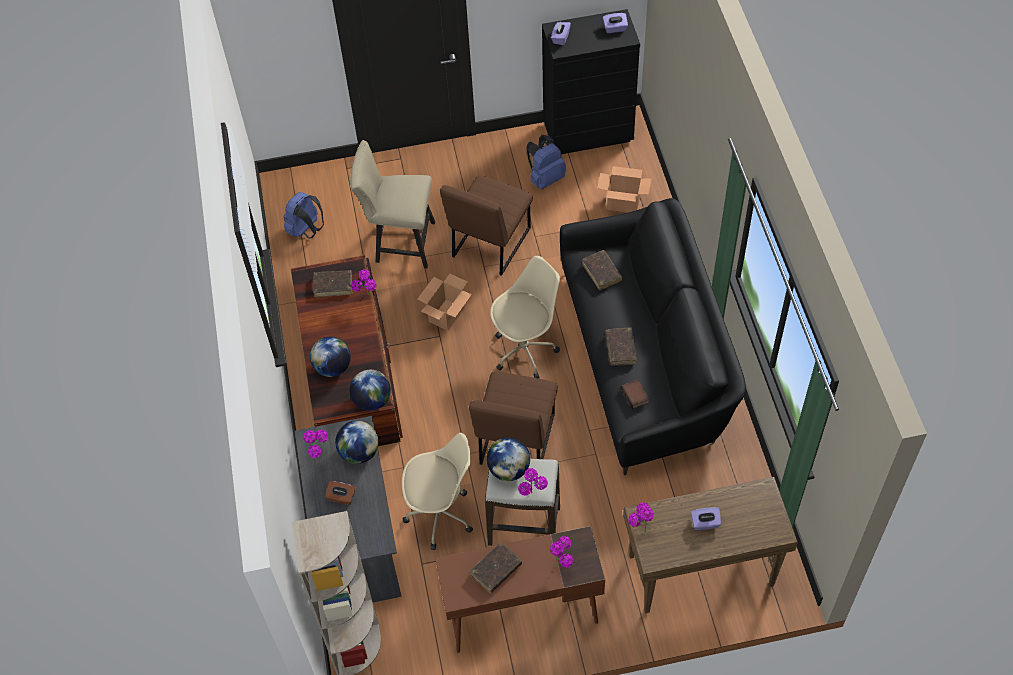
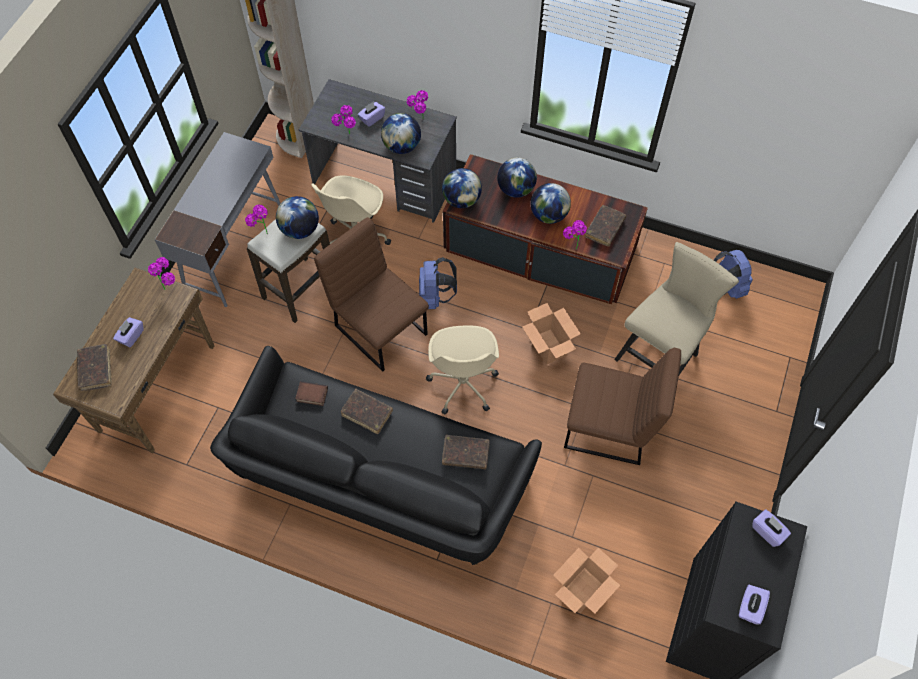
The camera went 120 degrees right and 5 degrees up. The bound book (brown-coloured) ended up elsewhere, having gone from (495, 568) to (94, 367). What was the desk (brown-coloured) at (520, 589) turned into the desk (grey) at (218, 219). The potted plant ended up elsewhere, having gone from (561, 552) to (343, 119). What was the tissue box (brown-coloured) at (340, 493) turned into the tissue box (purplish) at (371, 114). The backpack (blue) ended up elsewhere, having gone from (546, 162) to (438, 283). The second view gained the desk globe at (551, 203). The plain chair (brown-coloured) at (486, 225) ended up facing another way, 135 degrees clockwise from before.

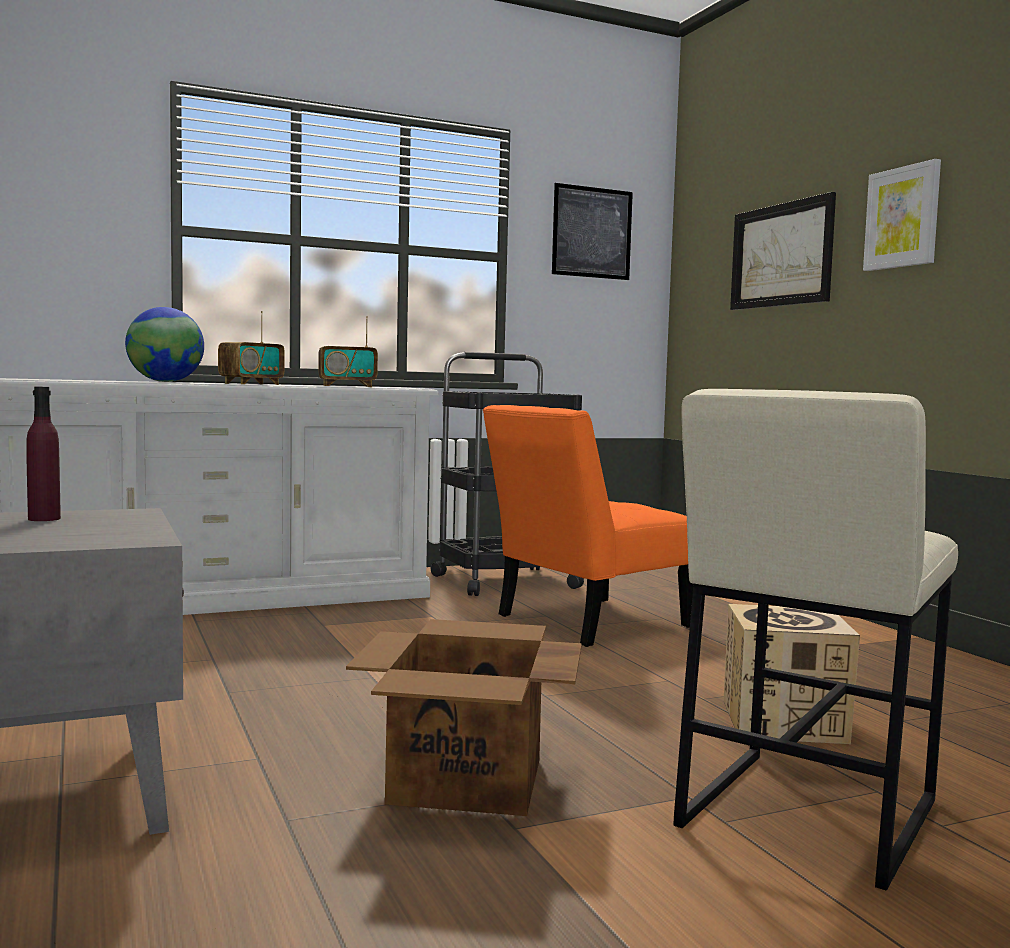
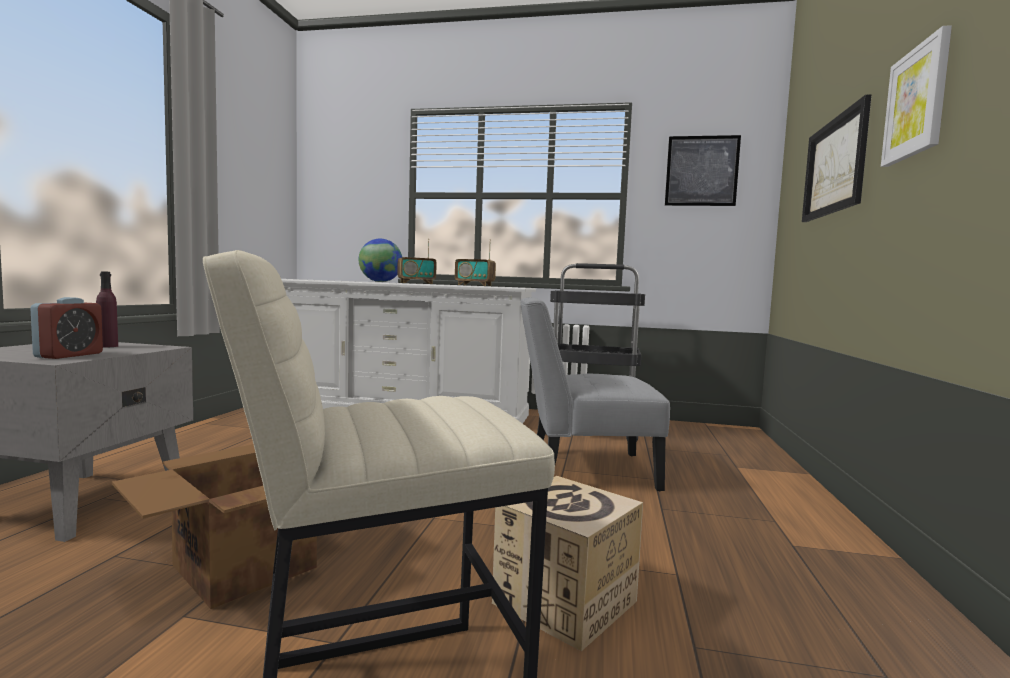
The camera went 35 degrees right and 0 degrees up. The second view gained the bedside clock at (66, 328). What was the plain chair (orange-coloured) at (588, 526) turned into the plain chair (grey) at (595, 394).

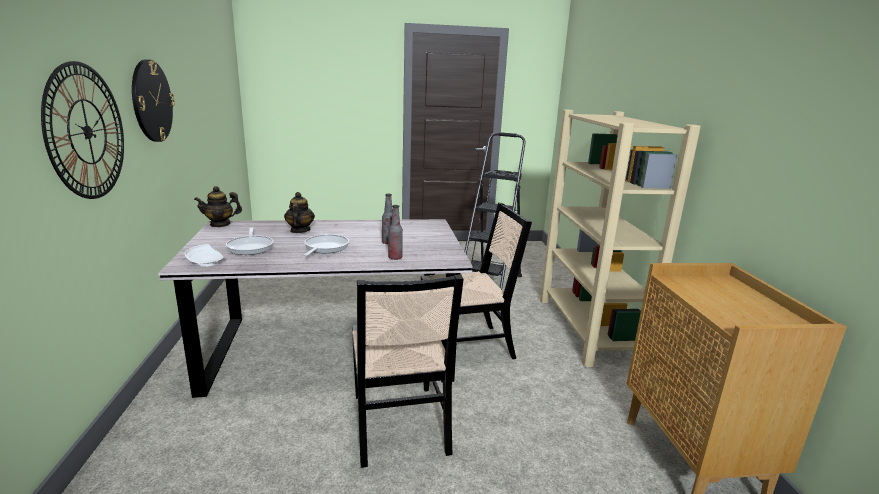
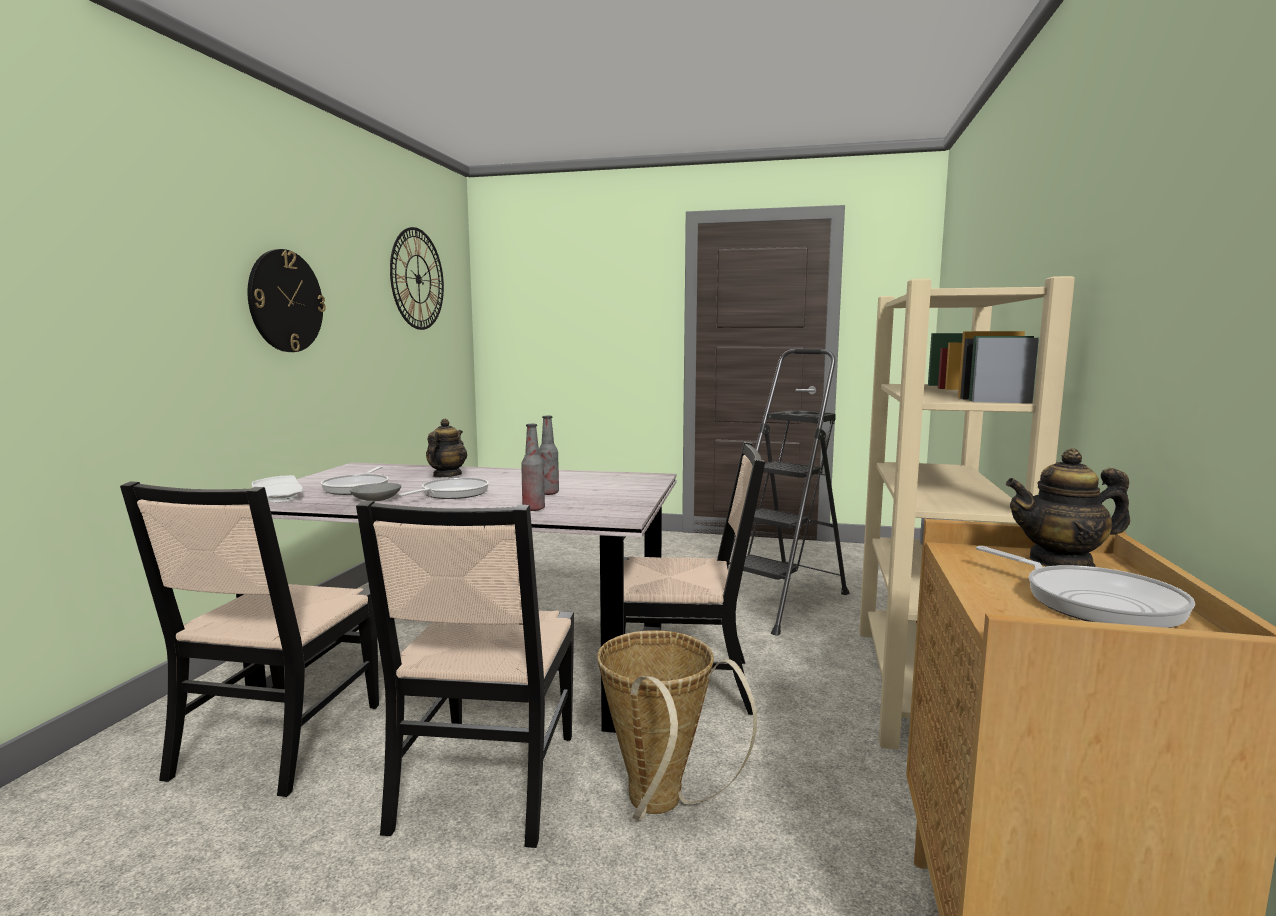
The camera went 20 degrees right and 10 degrees down. The second view gained the plain chair at (249, 639). The second view gained the bowl (grey) at (375, 492). The hanging clock ended up elsewhere, having gone from (82, 130) to (417, 278). The second view gained the household basket at (677, 725). The second view gained the pan at (1085, 587). The pot for tea ended up elsewhere, having gone from (218, 206) to (1068, 507).

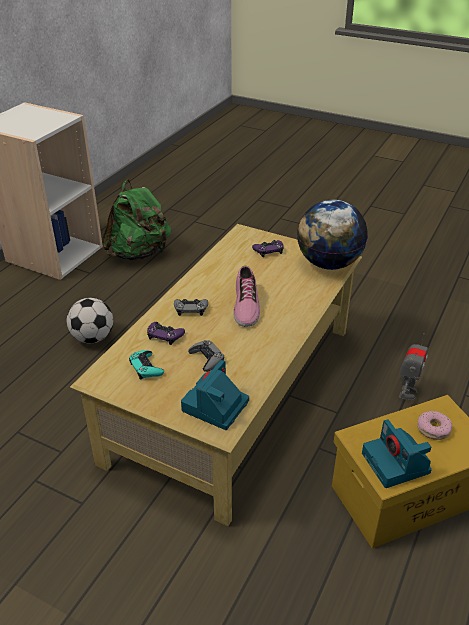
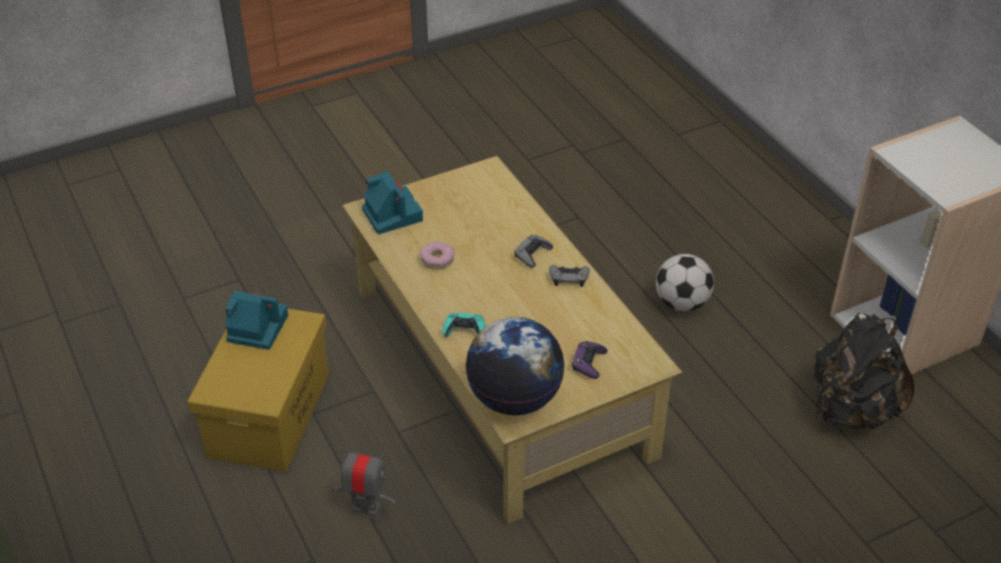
The camera went 125 degrees right and 5 degrees up. The robot figure at (413, 366) ended up facing another way, 135 degrees clockwise from before. The doughnut ended up elsewhere, having gone from (434, 425) to (437, 255). The game controller (turquoise) ended up elsewhere, having gone from (146, 365) to (464, 325). The game controller (grey) ended up elsewhere, having gone from (206, 356) to (569, 276). What was the backpack (greenish) at (136, 220) turned into the backpack (blackish) at (864, 371). The second view lost the game controller (purplish) at (166, 333). The second view lost the item of footwear at (246, 296).

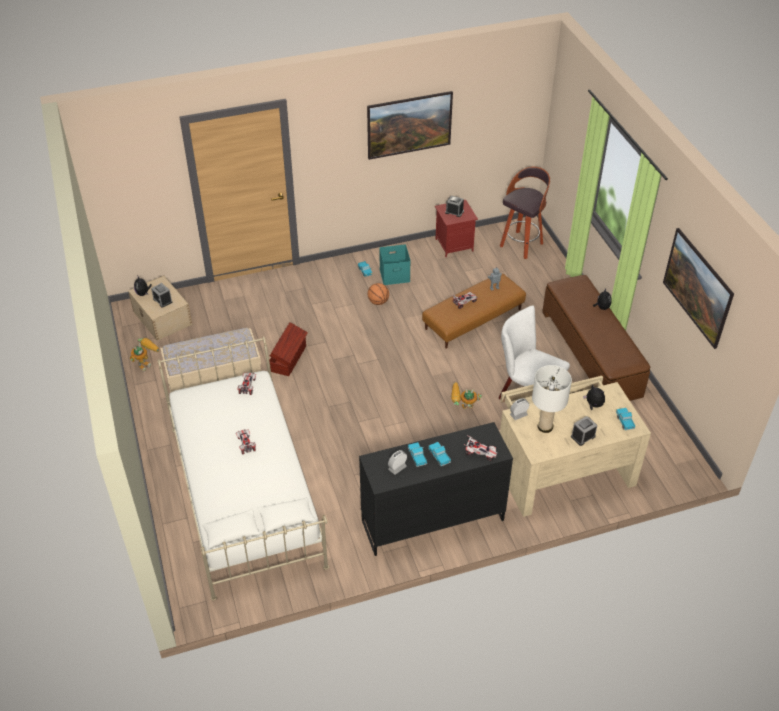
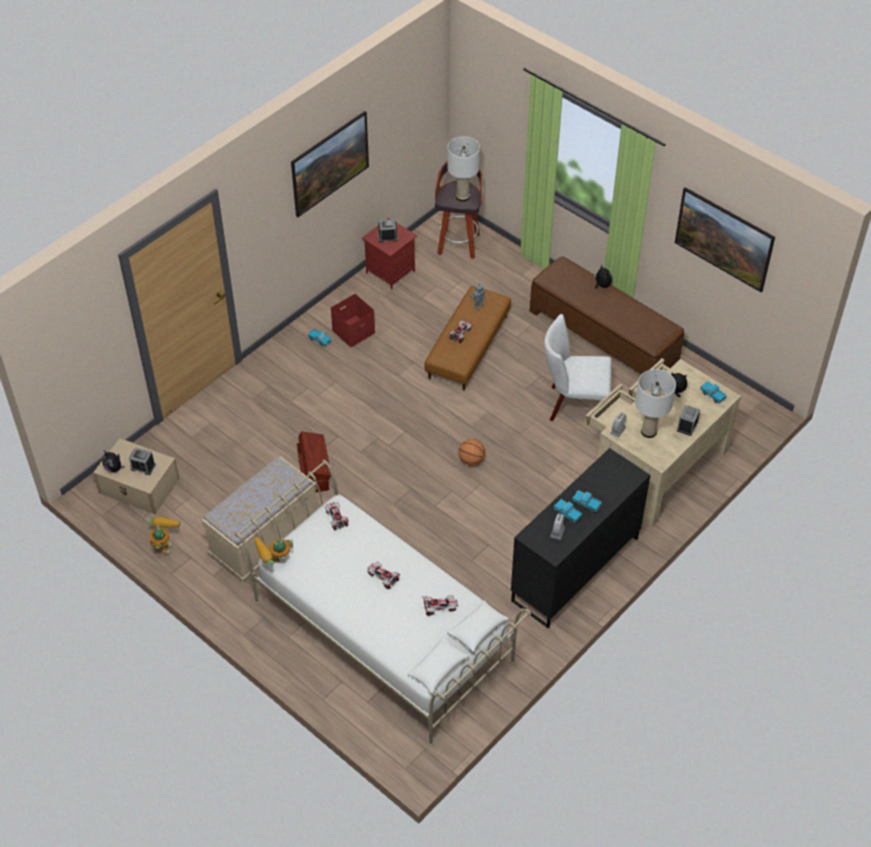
The camera went 30 degrees left and 5 degrees up. The robot figure ended up elsewhere, having gone from (466, 395) to (273, 551). What was the storage bin (turquoise) at (395, 264) turned into the storage bin (red) at (353, 320). The miniature car ended up elsewhere, having gone from (481, 448) to (439, 605). The second view gained the table lamp (whitish) at (463, 169). The basketball ball ended up elsewhere, having gone from (378, 294) to (471, 452).

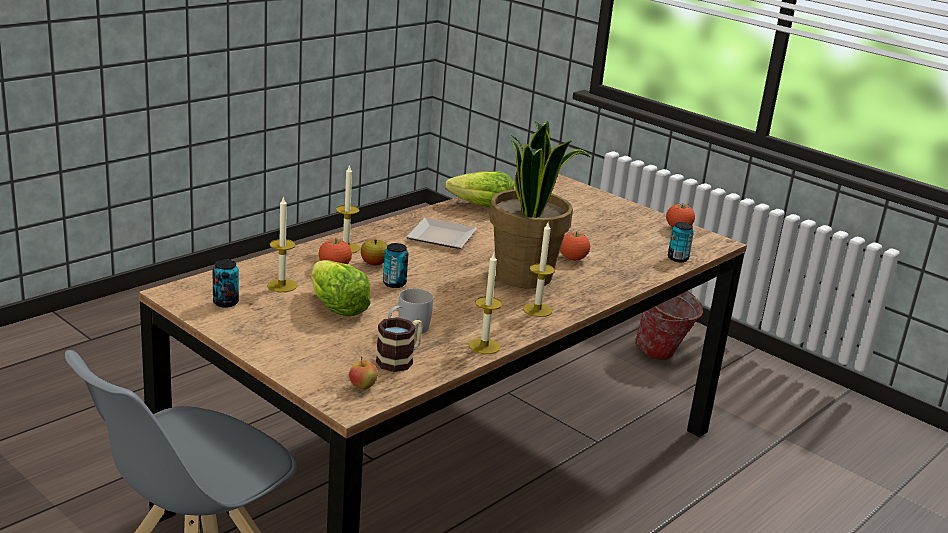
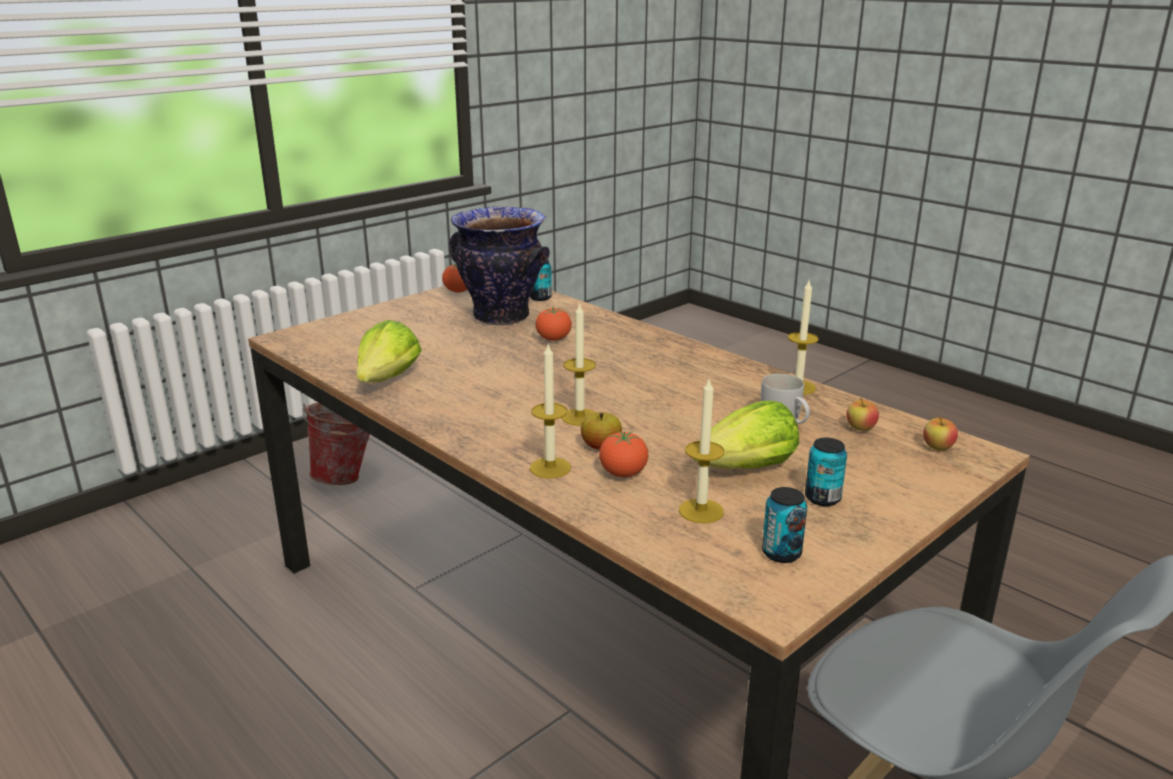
The camera went 85 degrees left and 0 degrees up. The second view gained the flower vase at (499, 265). The wax candle ended up elsewhere, having gone from (539, 270) to (578, 364). The metal can ended up elsewhere, having gone from (396, 265) to (826, 472). Where the mug stood at (399, 344), the whole apple came to stand at (862, 414). The second view lost the dinner plate at (442, 233). The second view lost the potted plant at (540, 204).

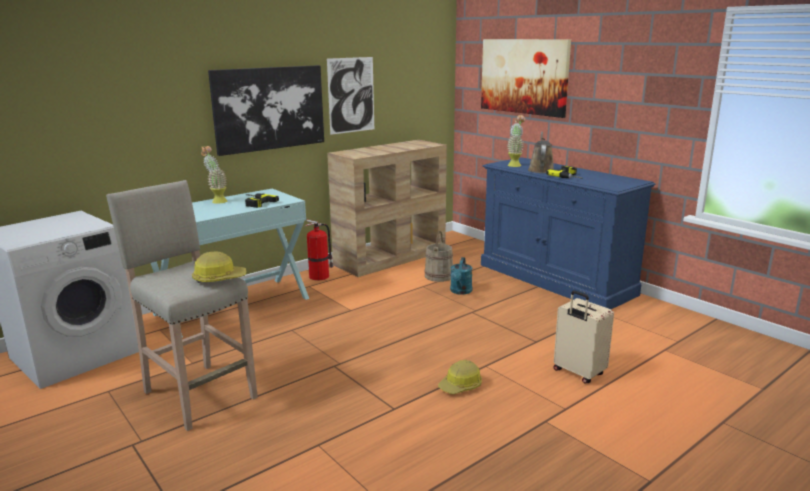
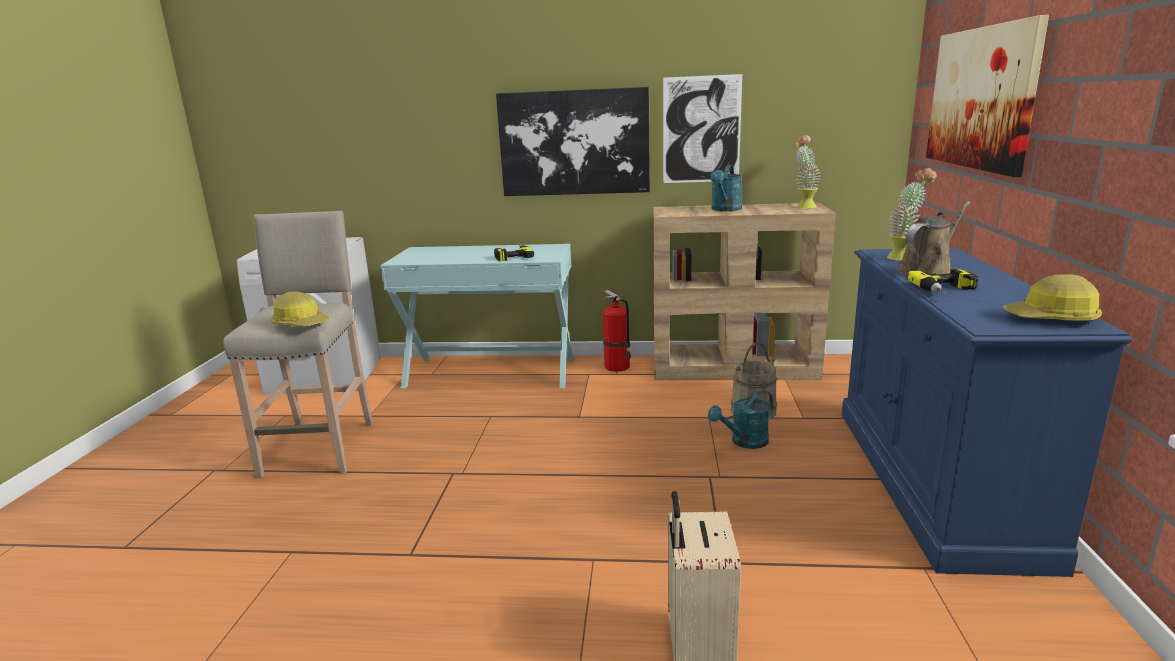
The camera went 45 degrees right and 0 degrees up. The second view gained the watering can (turquoise) at (726, 188). The potted plant ended up elsewhere, having gone from (214, 175) to (808, 171). The hard hat ended up elsewhere, having gone from (460, 377) to (1052, 298).

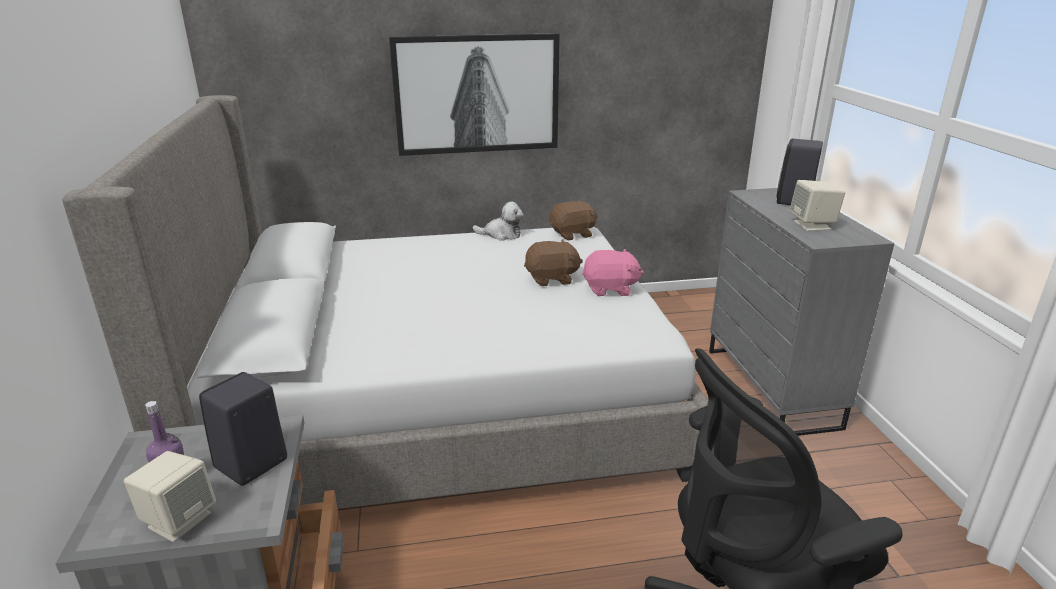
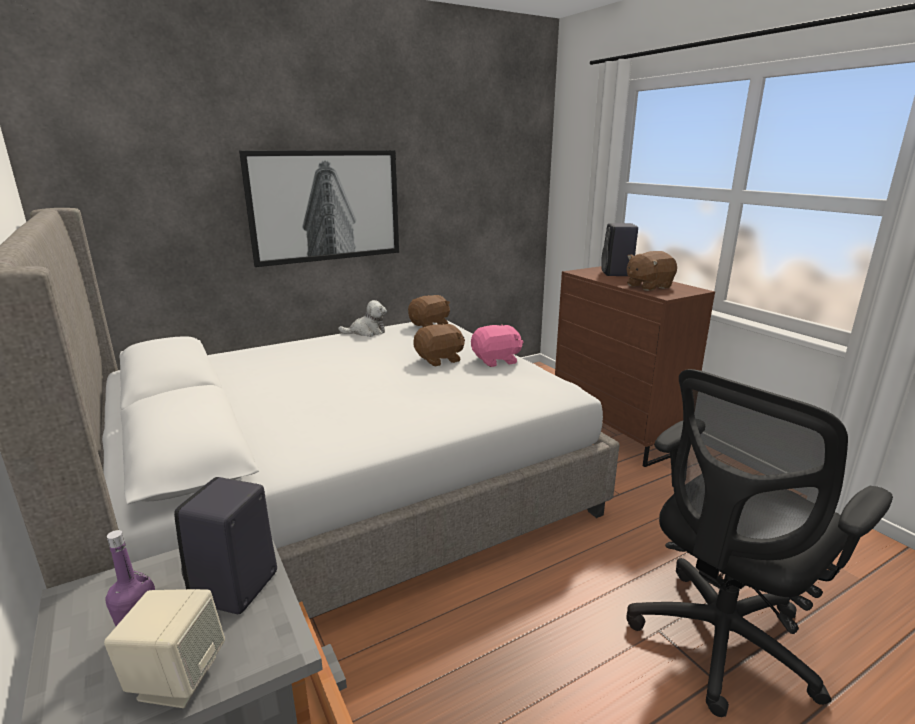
The camera went 20 degrees left and 5 degrees down. What was the dresser (grey) at (802, 312) turned into the dresser (brown-coloured) at (635, 366). Where the audio speaker (sand-coloured) stood at (817, 205), the plush toy (brown-coloured) came to stand at (652, 271).

